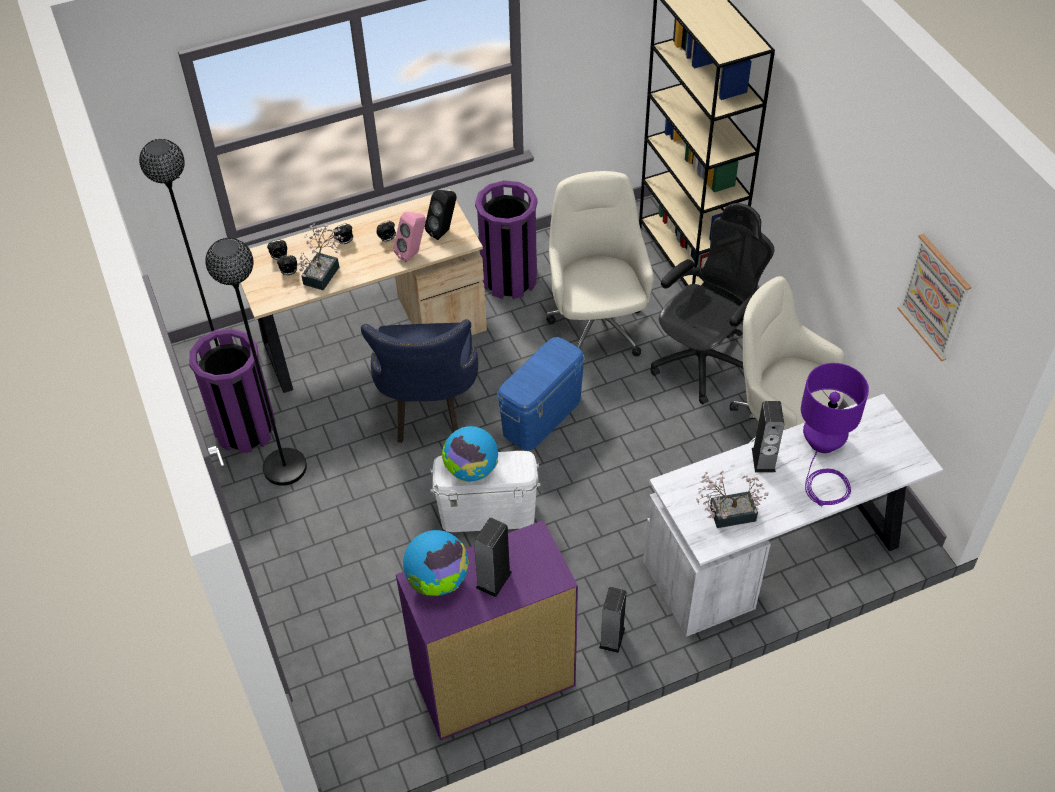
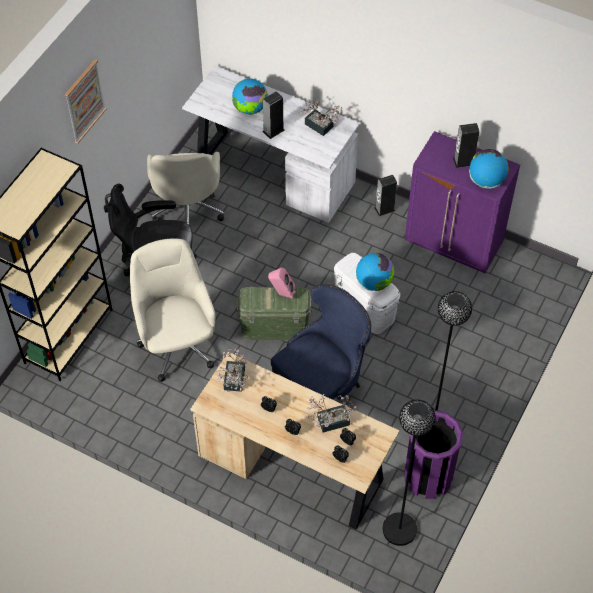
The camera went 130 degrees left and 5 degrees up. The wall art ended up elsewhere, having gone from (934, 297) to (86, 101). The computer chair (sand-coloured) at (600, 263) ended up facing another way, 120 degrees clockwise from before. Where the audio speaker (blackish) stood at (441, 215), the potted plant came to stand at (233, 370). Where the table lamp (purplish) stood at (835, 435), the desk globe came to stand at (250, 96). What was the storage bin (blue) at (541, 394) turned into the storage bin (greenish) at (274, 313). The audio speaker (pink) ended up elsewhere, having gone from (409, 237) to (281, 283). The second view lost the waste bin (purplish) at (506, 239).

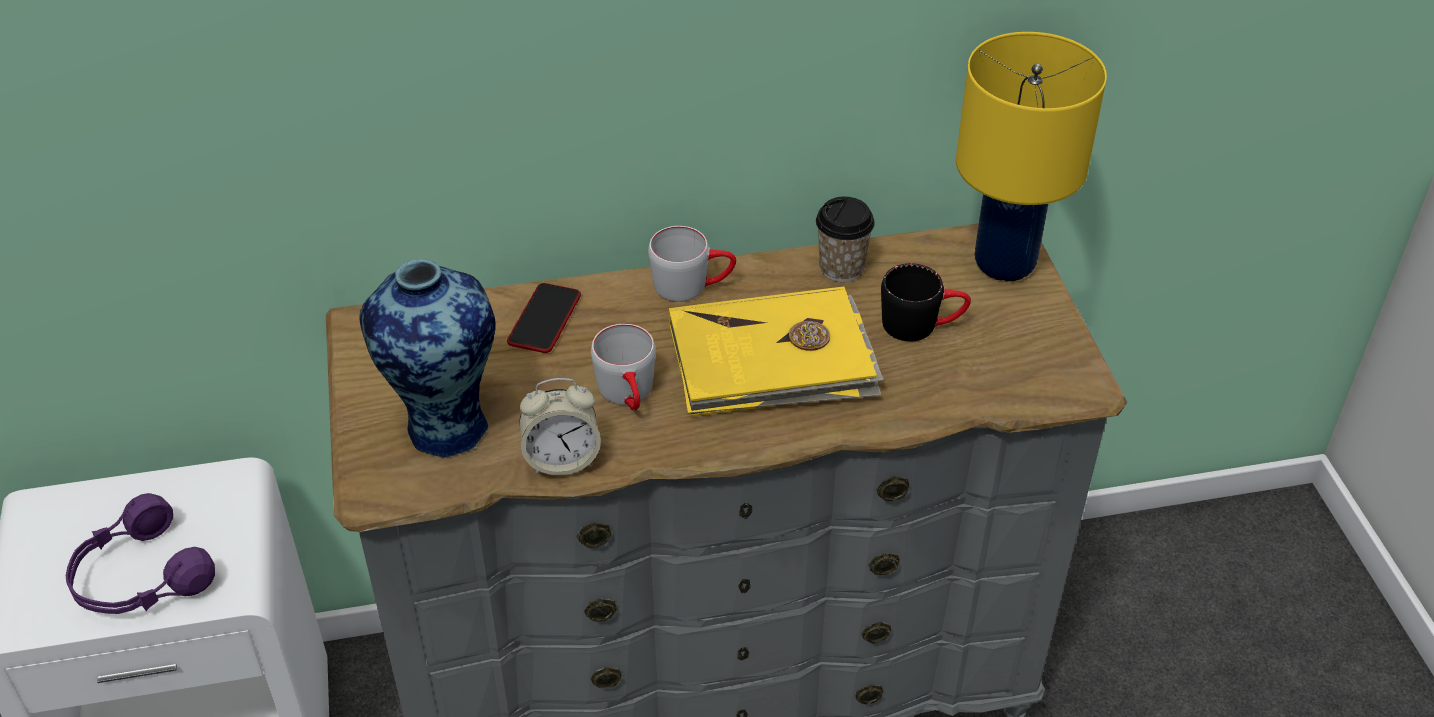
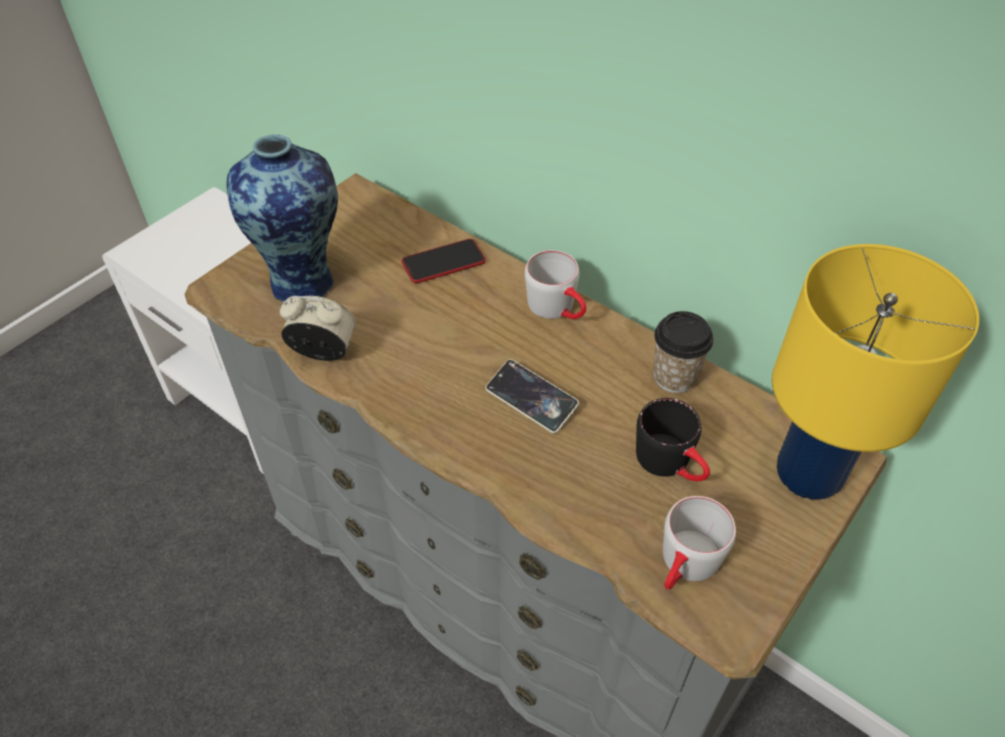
The camera went 50 degrees right and 5 degrees up. The bedside clock at (560, 427) ended up facing another way, 150 degrees clockwise from before. Where the bound book (yellow) stood at (776, 352), the handset came to stand at (532, 396). The mug (grey) ended up elsewhere, having gone from (623, 367) to (699, 543). The second view lost the headphones (purplish) at (140, 553).

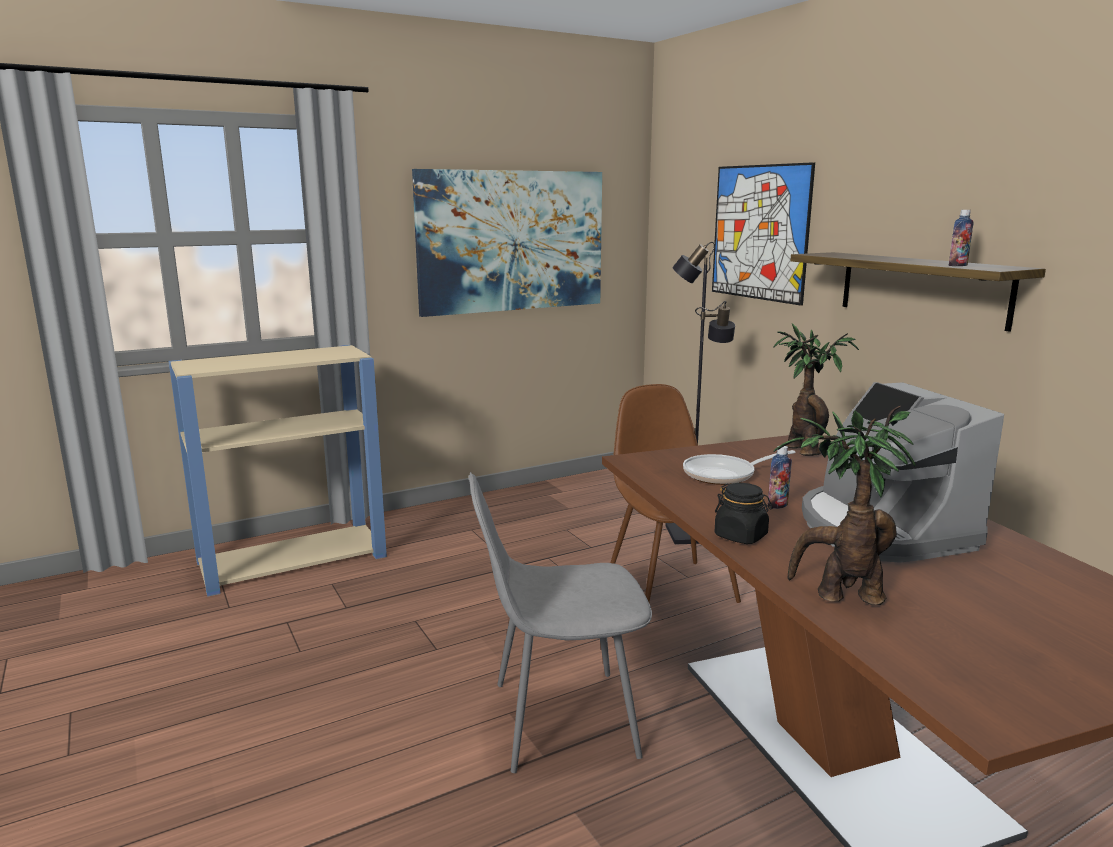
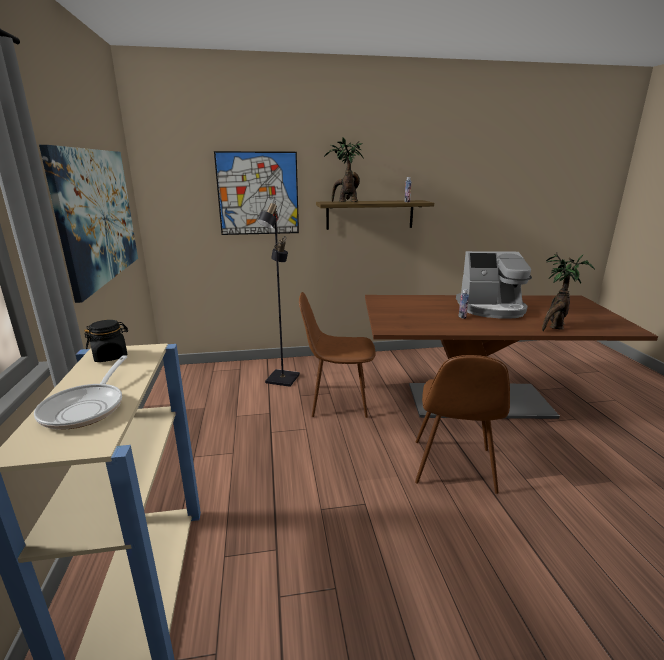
The camera went 70 degrees left and 5 degrees up. The pan ended up elsewhere, having gone from (739, 467) to (81, 392). The preserve jar (blackish) ended up elsewhere, having gone from (744, 513) to (106, 341). The potted plant ended up elsewhere, having gone from (816, 389) to (344, 170). What was the plain chair (grey) at (560, 622) turned into the plain chair (brown-coloured) at (462, 424).

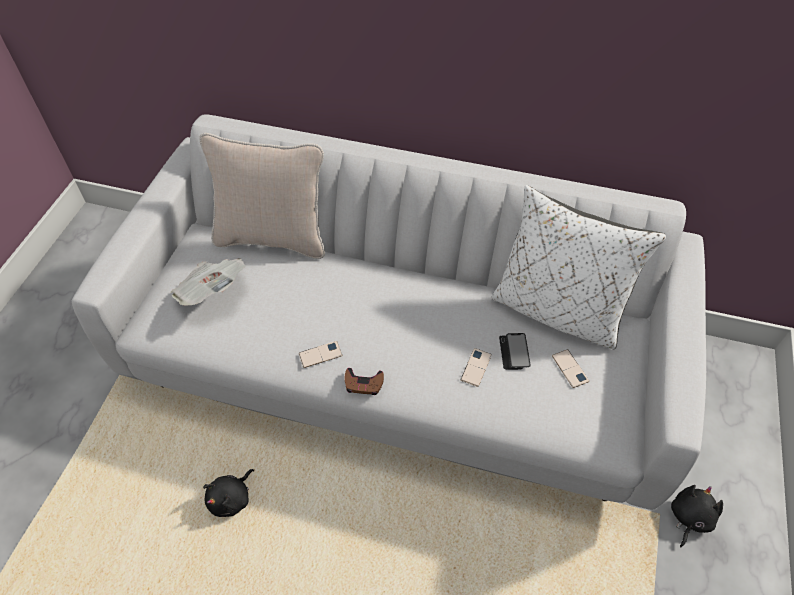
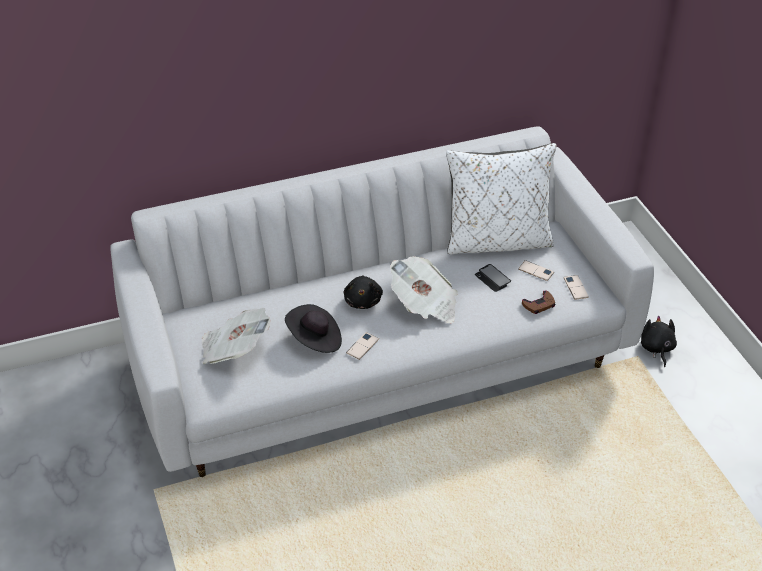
The camera went 35 degrees left and 10 degrees down. The second view gained the hat (blackish) at (313, 328). The plush toy (blackish) ended up elsewhere, having gone from (228, 493) to (363, 292). The second view gained the daily paper at (424, 289). The game controller (brown-coloured) ended up elsewhere, having gone from (364, 381) to (538, 302). The handset ended up elsewhere, having gone from (476, 367) to (576, 287). The second view lost the cushion (sand-coloured) at (262, 196).

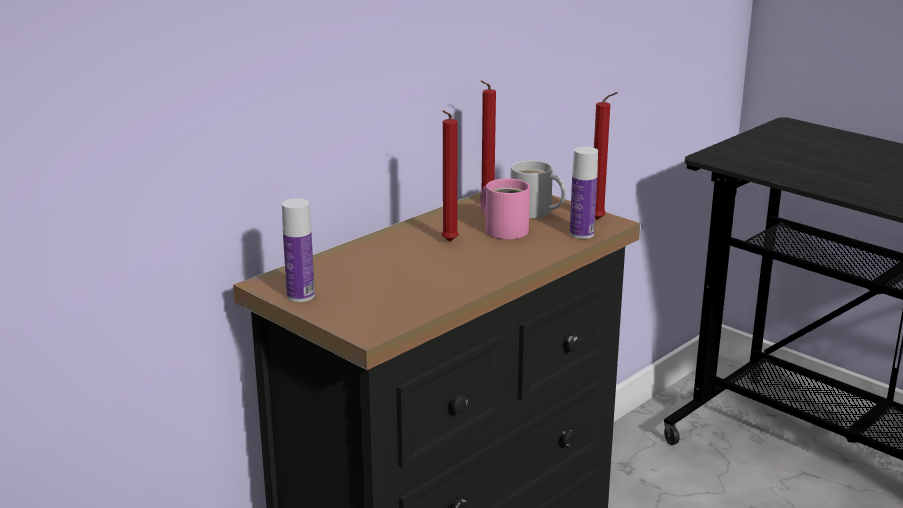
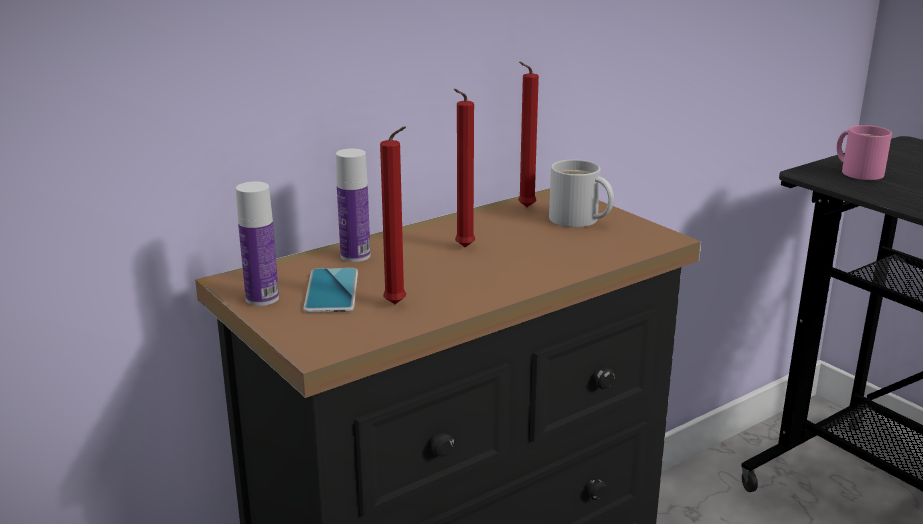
The camera went 10 degrees right and 0 degrees up. The second view gained the handset at (330, 290). The drink bottle ended up elsewhere, having gone from (584, 192) to (353, 205). The wax candle (red) ended up elsewhere, having gone from (606, 156) to (393, 215). The mug (pink) ended up elsewhere, having gone from (505, 208) to (864, 152).

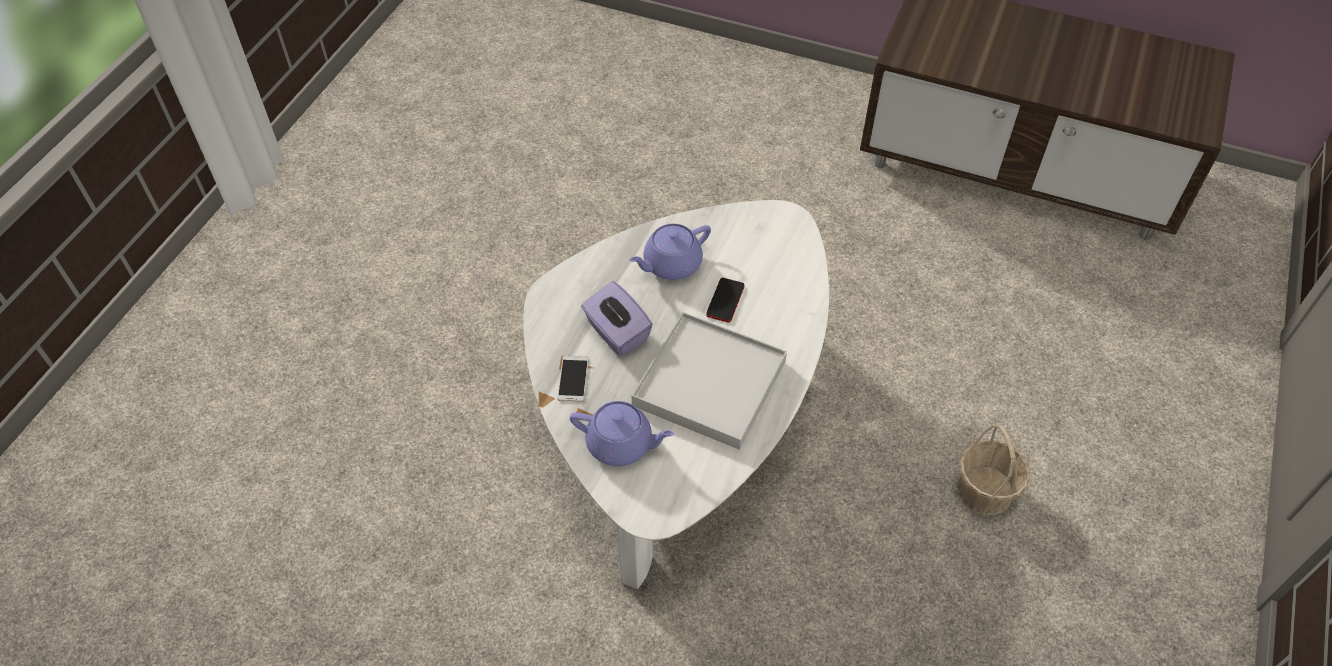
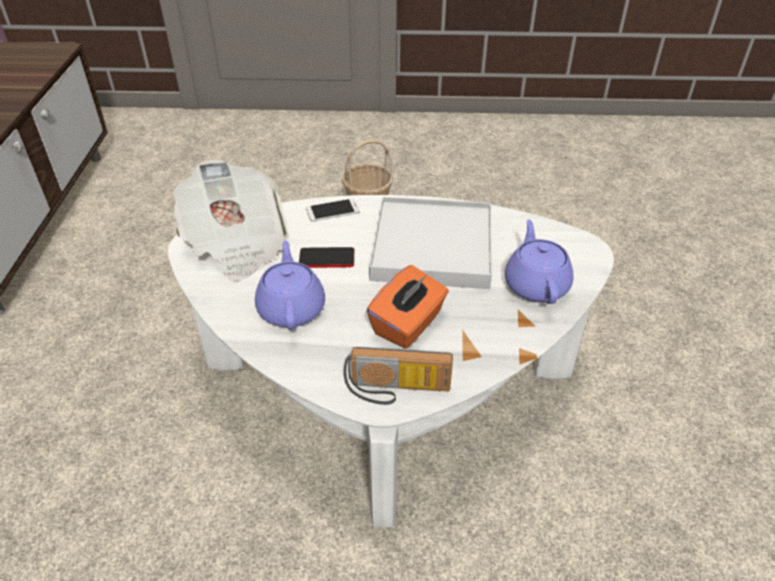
The camera went 110 degrees left and 10 degrees down. The second view gained the daily paper at (232, 220). The pot for tea (purplish) at (670, 252) ended up facing another way, 135 degrees counterclockwise from before. The handset ended up elsewhere, having gone from (573, 378) to (332, 210). The second view gained the radio set at (398, 376). What was the tissue box (purplish) at (617, 318) turned into the tissue box (orange-coloured) at (408, 307).

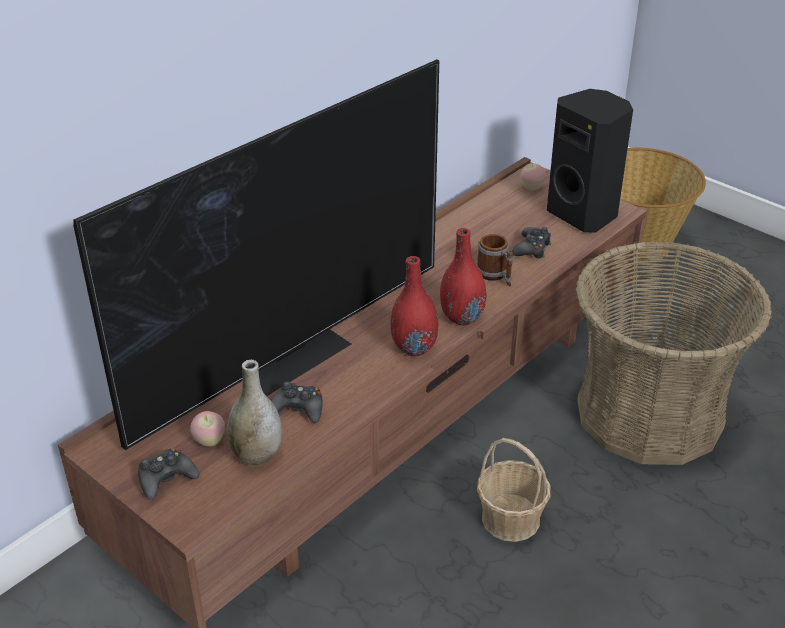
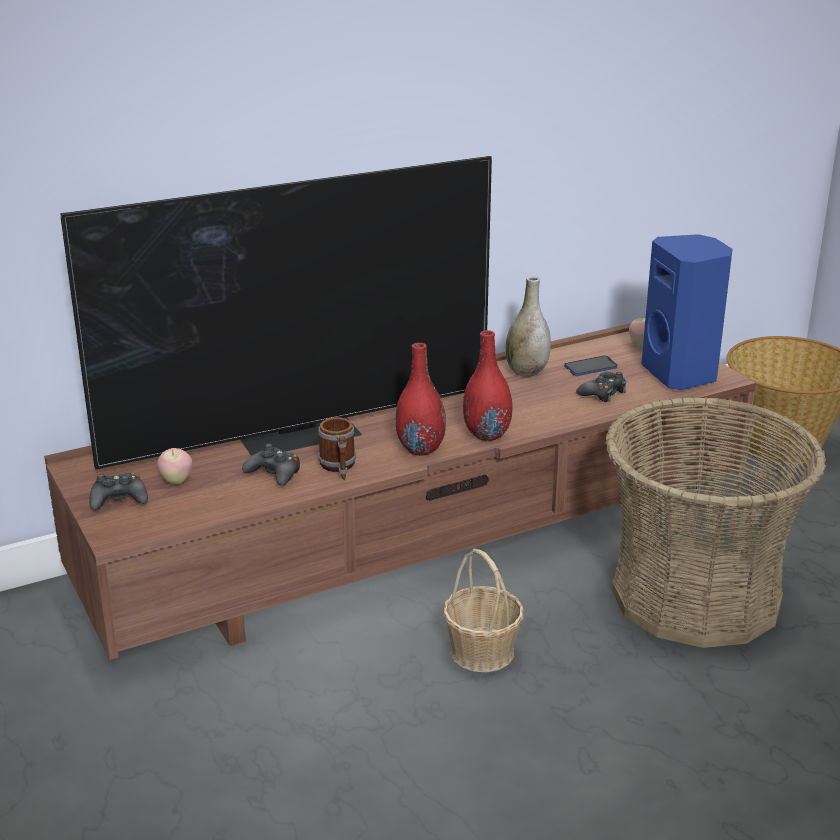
The camera went 20 degrees right and 10 degrees down. The mug ended up elsewhere, having gone from (494, 260) to (337, 448). The flower vase (grey) ended up elsewhere, having gone from (254, 412) to (528, 326). The second view gained the handset at (590, 365). What was the audio speaker (blackish) at (590, 160) turned into the audio speaker (blue) at (686, 312).

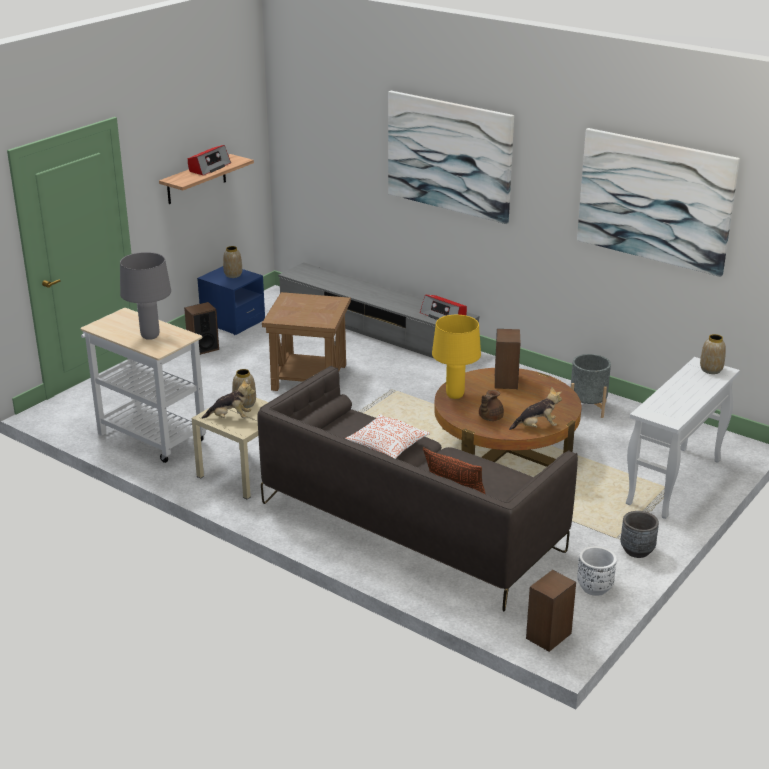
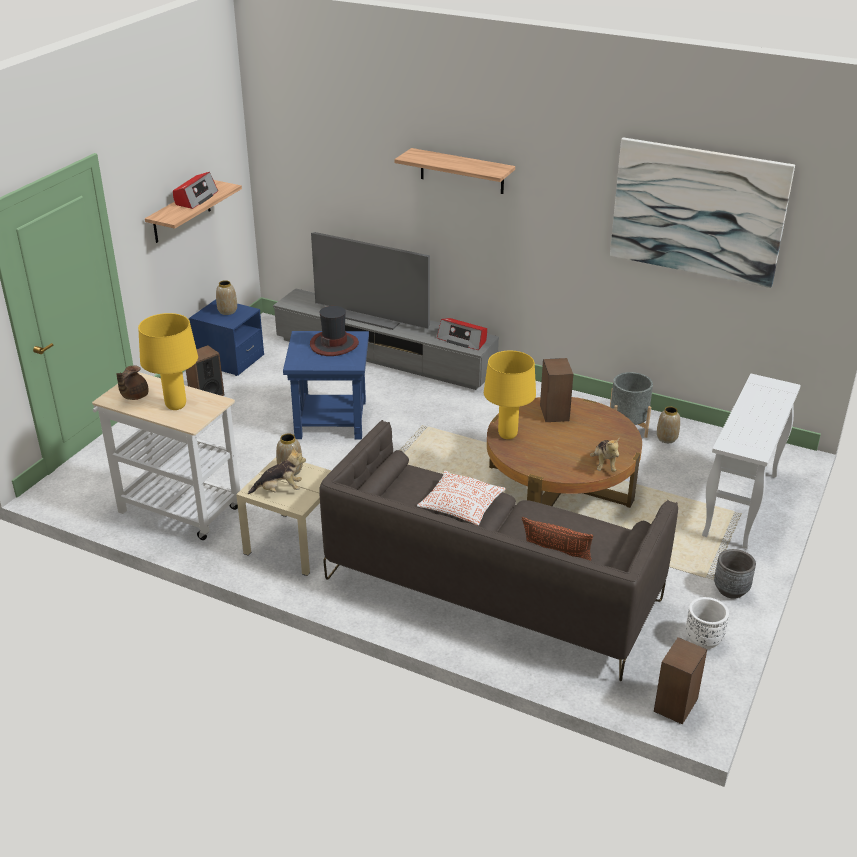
The camera went 10 degrees left and 5 degrees up. The pot for tea (brown-coloured) ended up elsewhere, having gone from (491, 405) to (133, 382). What was the table lamp (grey) at (145, 296) turned into the table lamp (yellow) at (168, 361). What was the side table (brown-coloured) at (306, 341) turned into the side table (blue) at (326, 385). The second view gained the hat at (334, 331). The second view gained the TV at (370, 281). Where the wall art hung at (451, 157), the bracket shelf came to hang at (454, 171). The plush toy at (535, 408) ended up facing another way, 105 degrees clockwise from before. The flower vase ended up elsewhere, having gone from (713, 354) to (668, 424).

